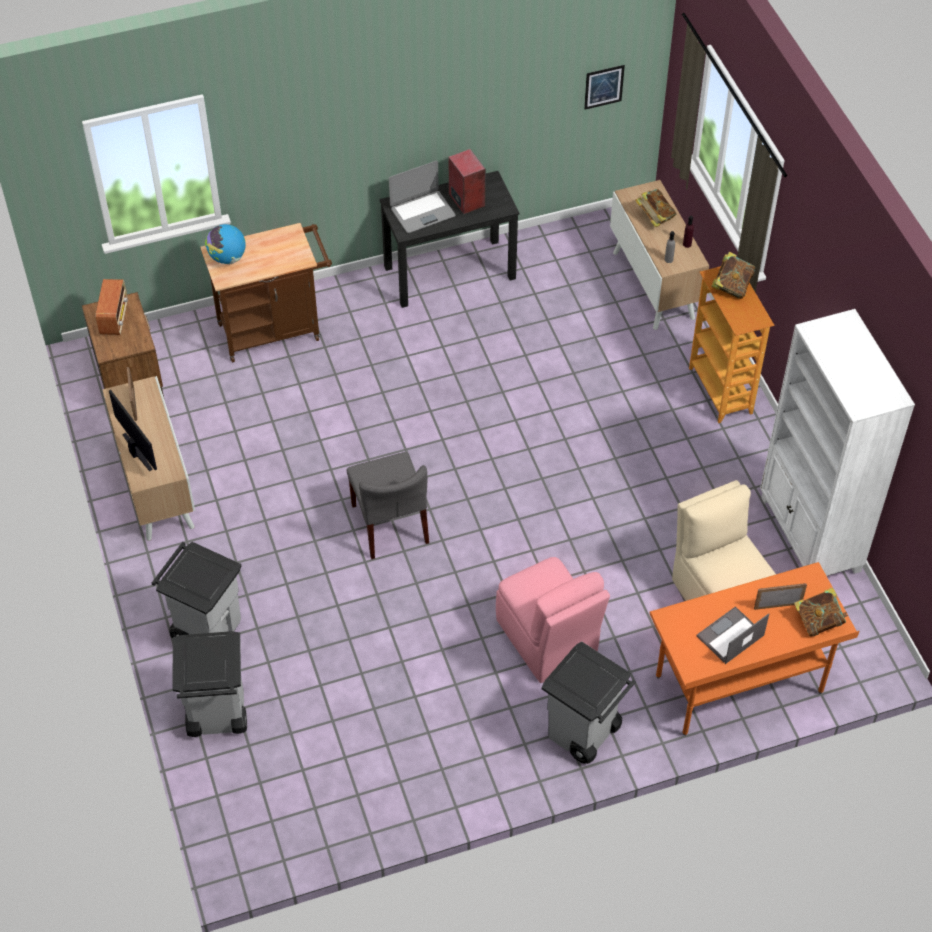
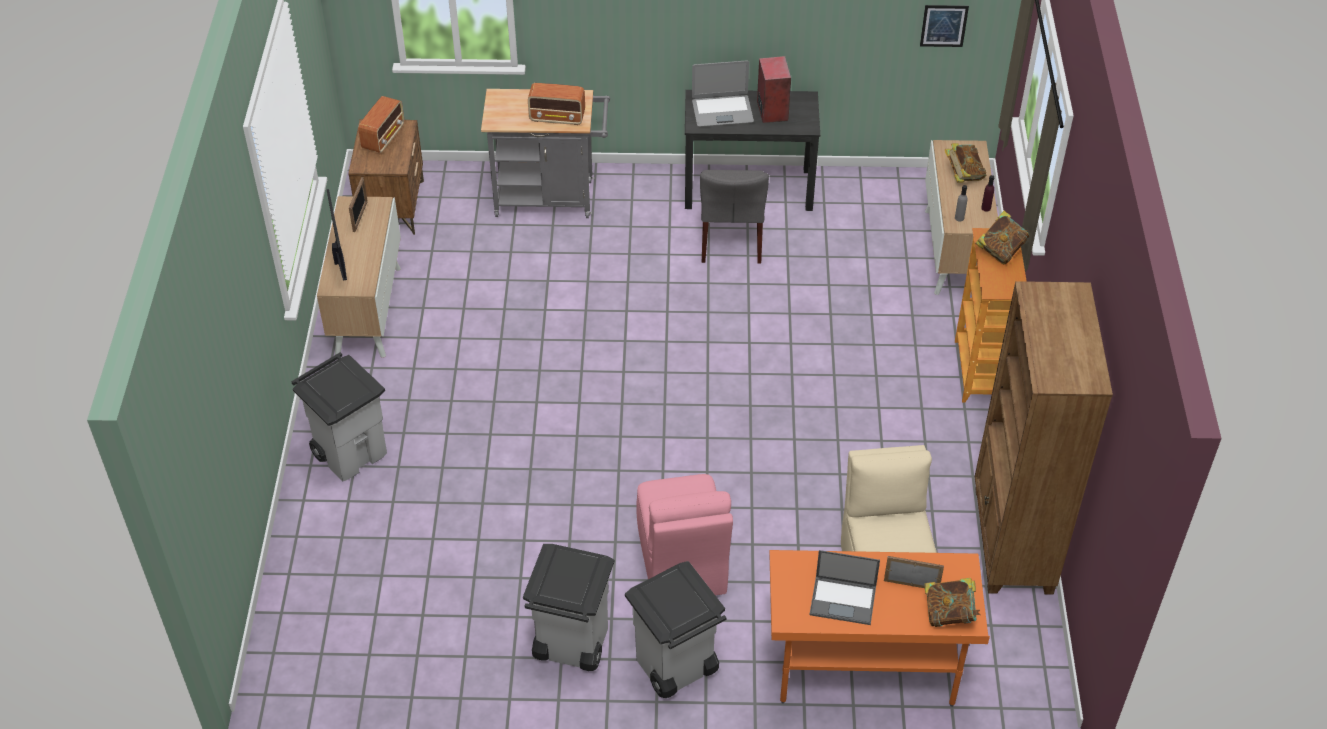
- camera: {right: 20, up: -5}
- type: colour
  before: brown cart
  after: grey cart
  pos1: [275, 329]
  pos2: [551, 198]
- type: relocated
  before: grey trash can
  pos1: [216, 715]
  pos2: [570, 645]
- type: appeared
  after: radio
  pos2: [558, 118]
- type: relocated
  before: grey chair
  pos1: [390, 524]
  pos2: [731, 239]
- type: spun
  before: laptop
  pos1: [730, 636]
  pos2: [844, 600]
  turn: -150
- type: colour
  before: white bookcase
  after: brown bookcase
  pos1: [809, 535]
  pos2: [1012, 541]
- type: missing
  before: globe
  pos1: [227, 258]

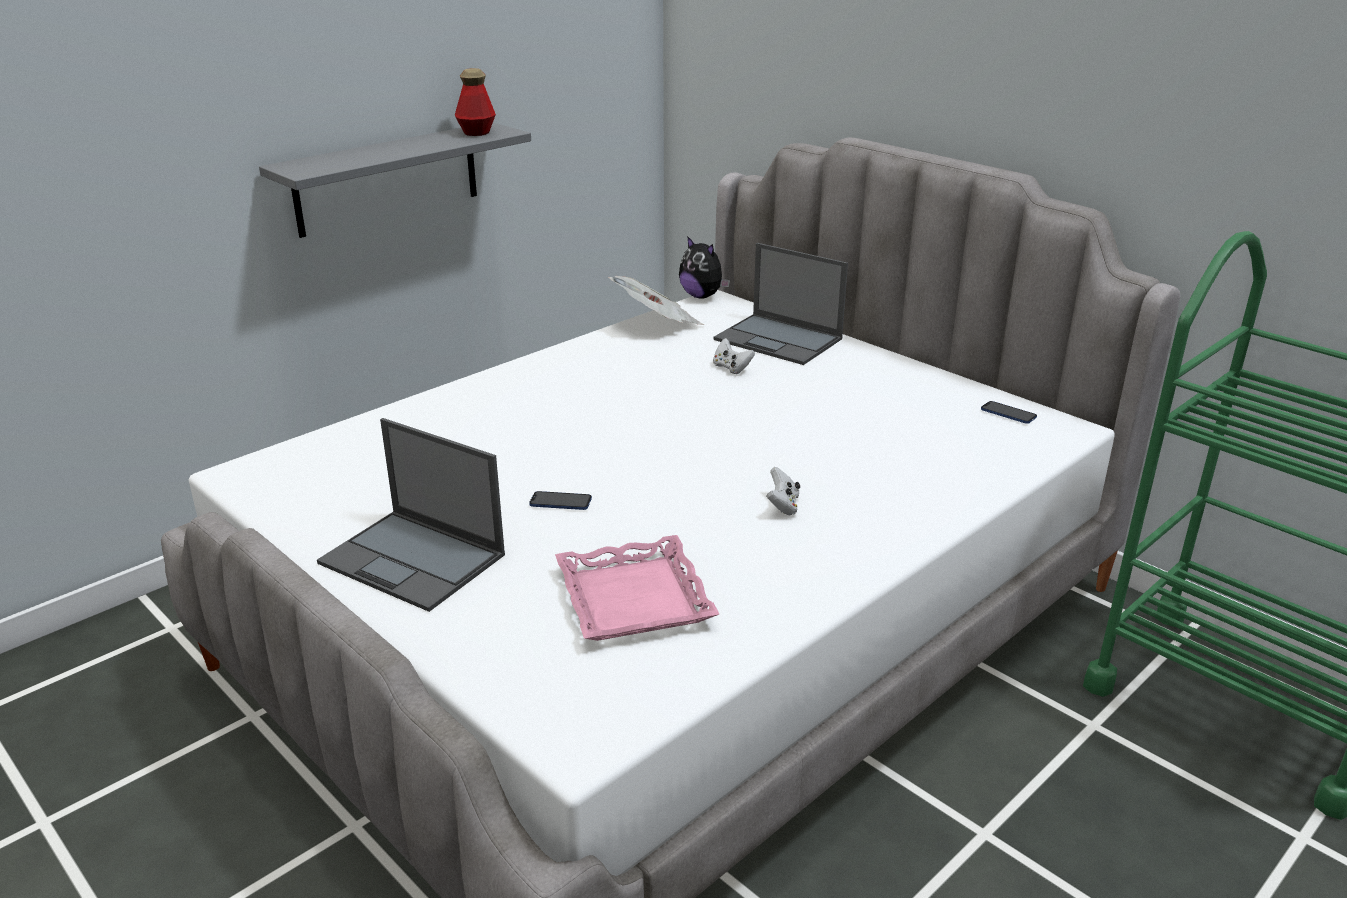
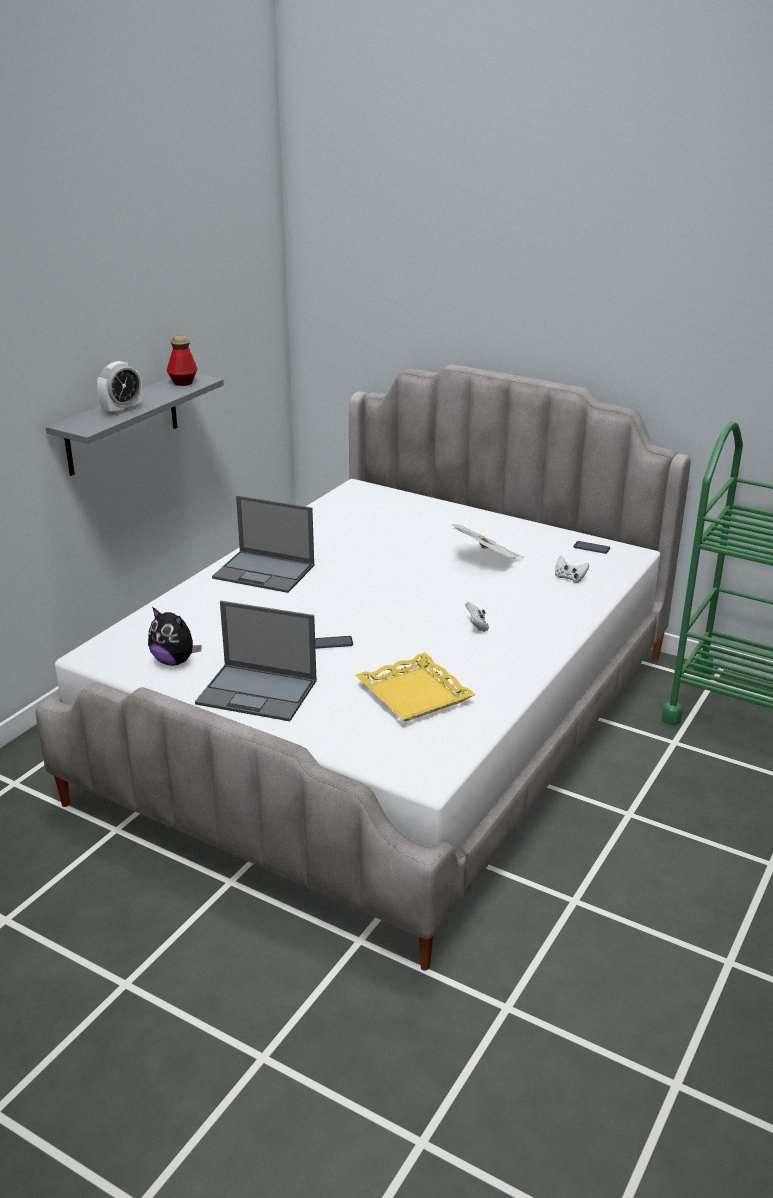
- camera: {right: -15, up: 0}
- type: appeared
  after: alarm clock
  pos2: [122, 410]
- type: relocated
  before: plush toy
  pos1: [702, 296]
  pos2: [174, 661]
- type: relocated
  before: laptop
  pos1: [779, 340]
  pos2: [265, 572]
- type: colour
  before: pink tray
  after: yellow tray
  pos1: [635, 598]
  pos2: [415, 694]
- type: relocated
  before: newspaper
  pos1: [657, 324]
  pos2: [487, 560]
- type: relocated
  before: white game controller
  pos1: [731, 368]
  pos2: [569, 578]

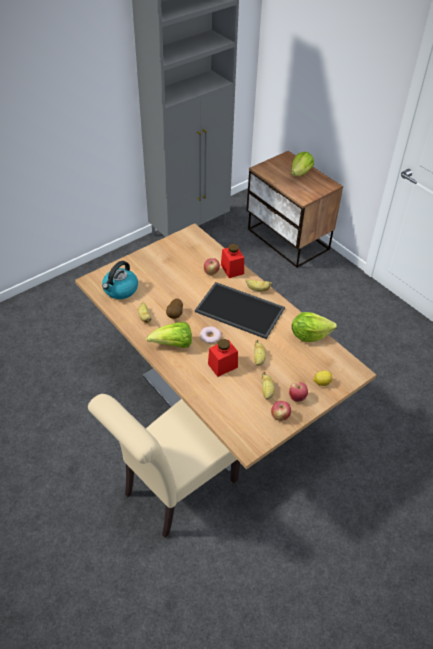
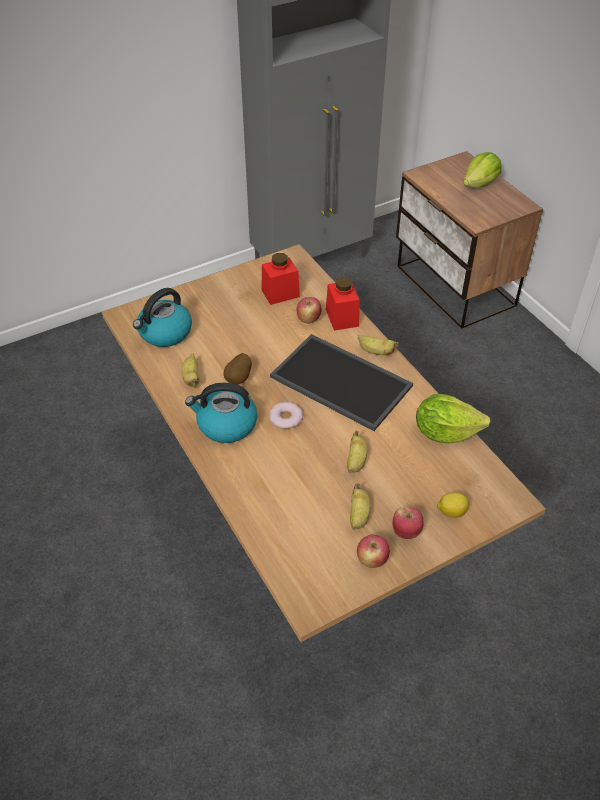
- camera: {right: 10, up: 0}
- type: exchanged
  before: lettuce
  after: kettle
  pos1: [173, 345]
  pos2: [226, 425]
- type: relocated
  before: red jar
  pos1: [222, 365]
  pos2: [280, 293]
- type: missing
  before: beige chair
  pos1: [174, 491]

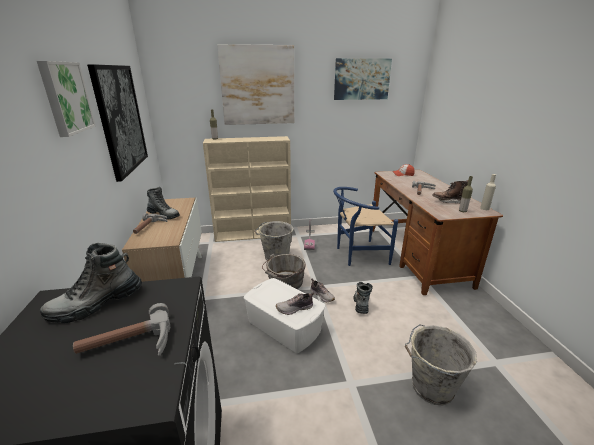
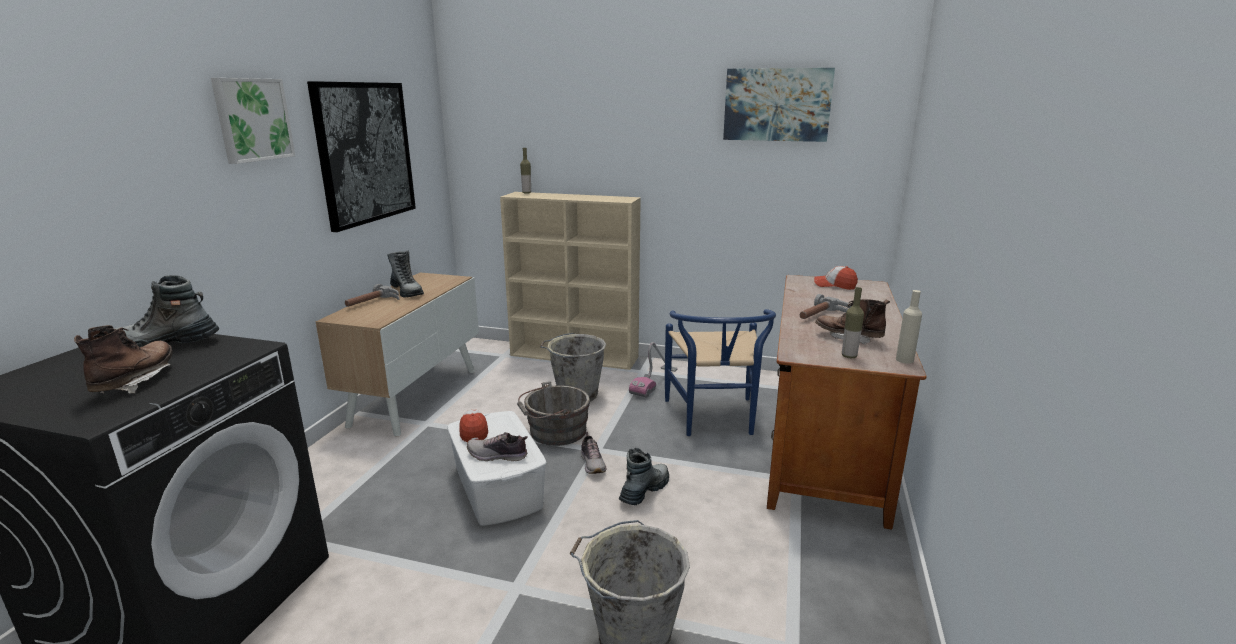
- camera: {right: 25, up: -5}
- type: exchanged
  before: hammer
  after: brown boot
  pos1: [127, 347]
  pos2: [136, 381]
- type: appeared
  after: cap
  pos2: [473, 430]
- type: spun
  before: blue chair
  pos1: [357, 254]
  pos2: [714, 420]
  turn: -105
- type: missing
  before: picture
  pos1: [258, 86]

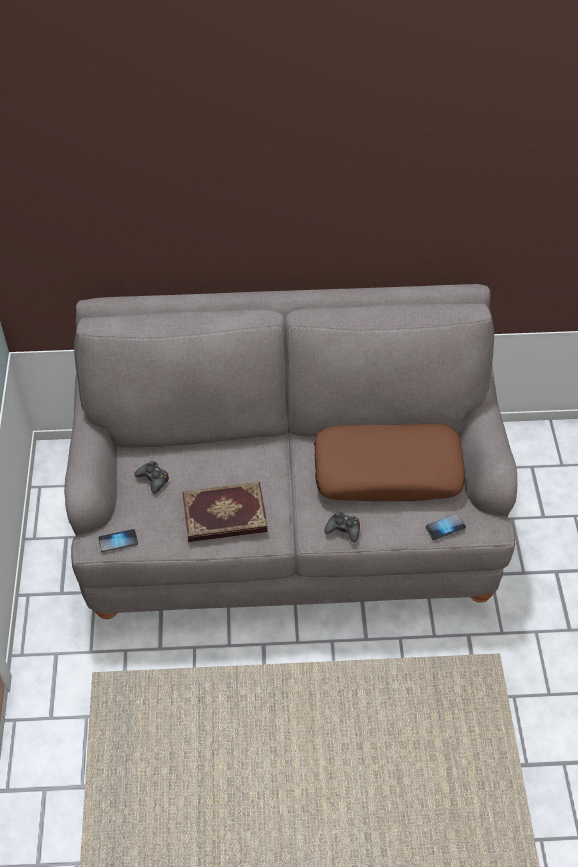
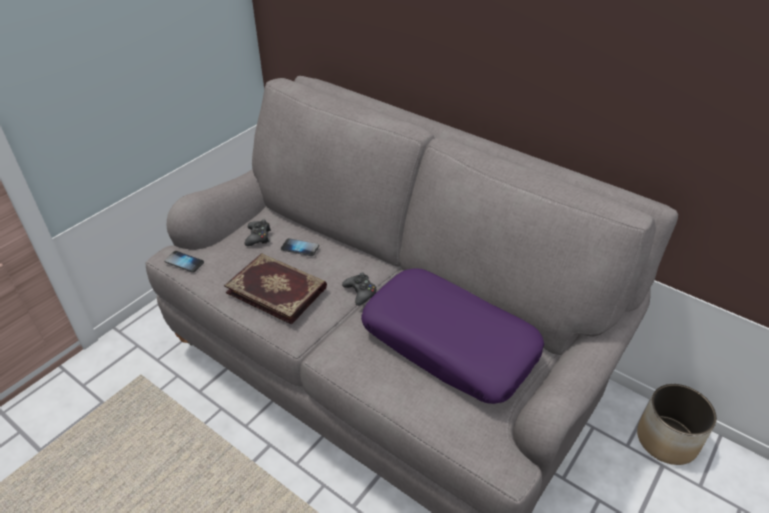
- camera: {right: 40, up: -10}
- type: relocated
  before: phone
  pos1: [445, 527]
  pos2: [300, 248]
- type: relocated
  before: black game controller
  pos1: [343, 529]
  pos2: [360, 292]
- type: colour
  before: brown pillow
  after: purple pillow
  pos1: [387, 471]
  pos2: [450, 344]
- type: appeared
  after: planter
  pos2: [667, 440]

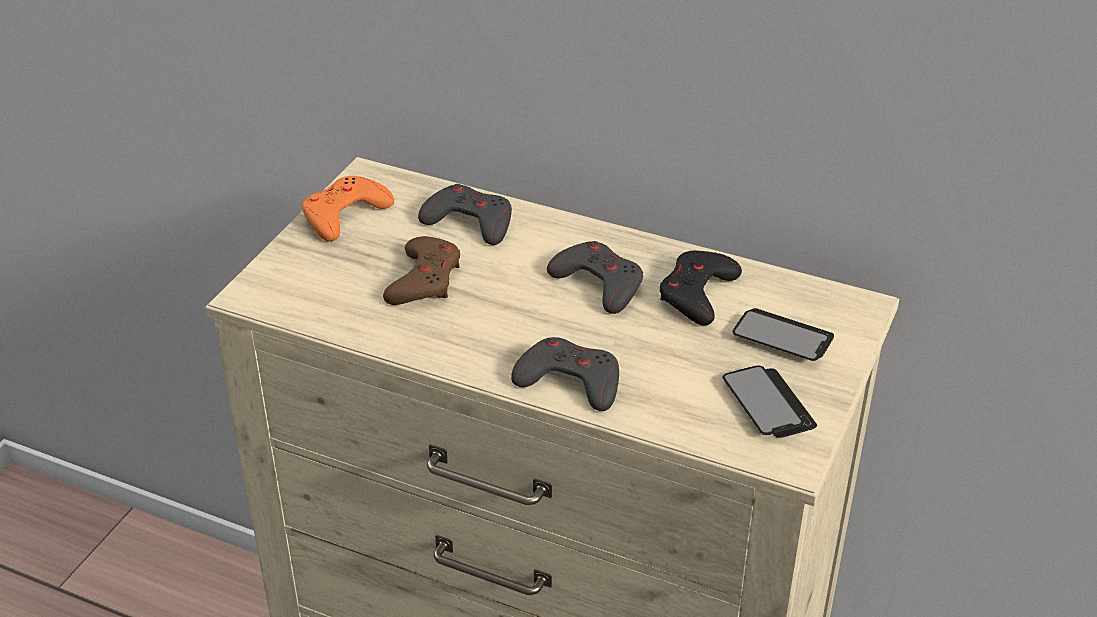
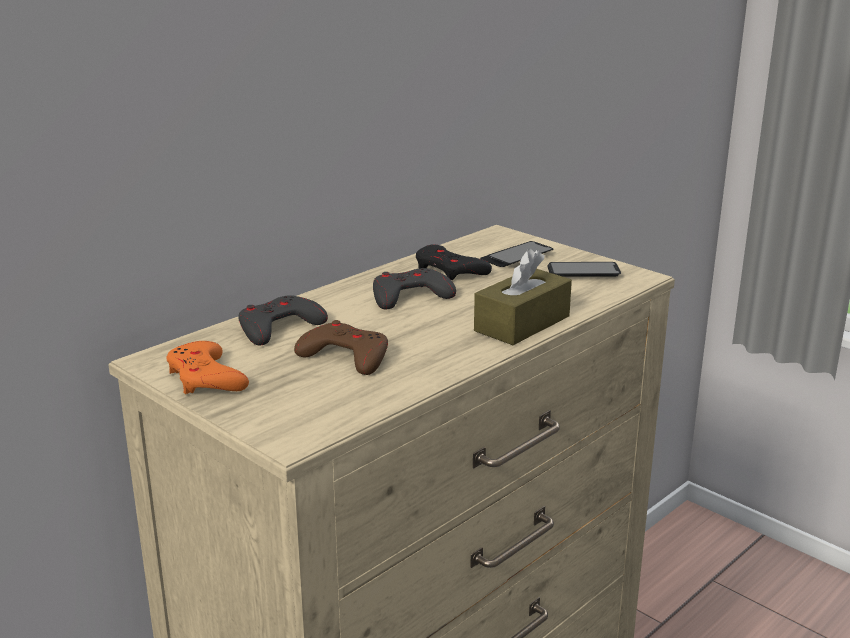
- camera: {right: -70, up: -15}
- type: exchanged
  before: grey game controller
  after: brown tissue box
  pos1: [569, 381]
  pos2: [522, 323]

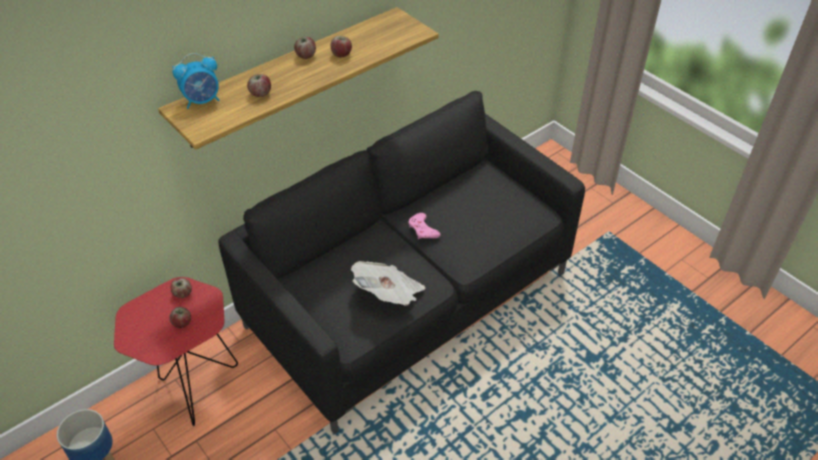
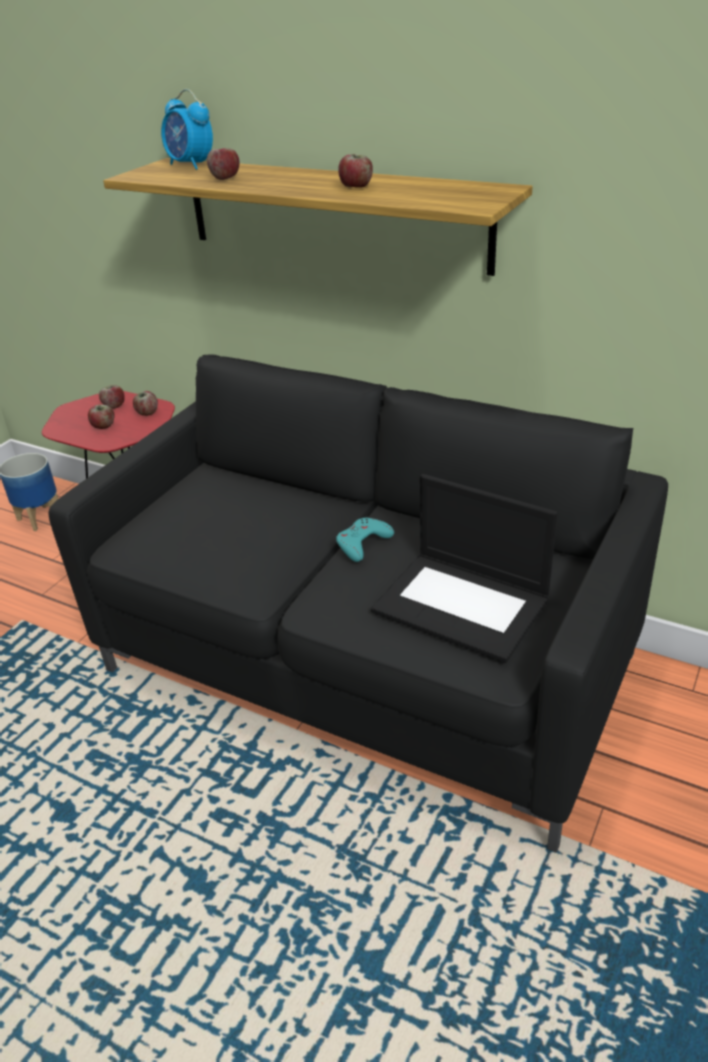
- camera: {right: 70, up: -10}
- type: relocated
  before: apple
  pos1: [305, 56]
  pos2: [114, 406]
- type: colour
  before: pink game controller
  after: turquoise game controller
  pos1: [423, 229]
  pos2: [362, 543]
- type: appeared
  after: laptop
  pos2: [463, 604]
- type: missing
  before: newspaper
  pos1: [389, 294]

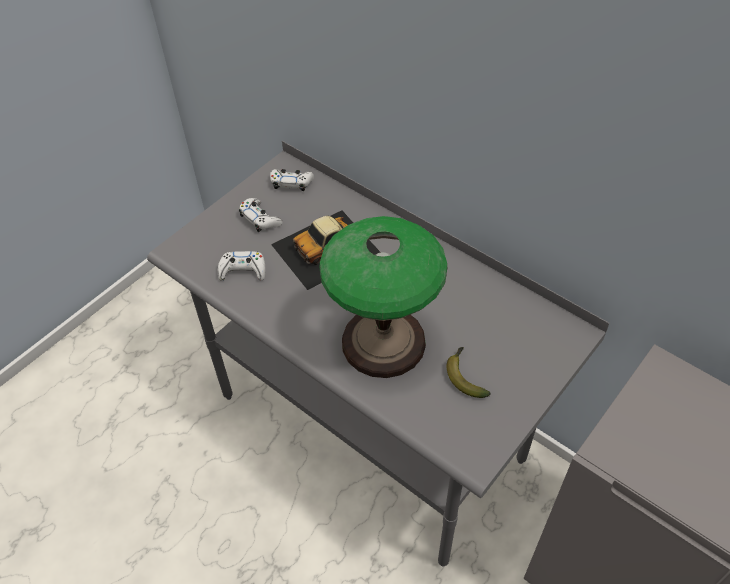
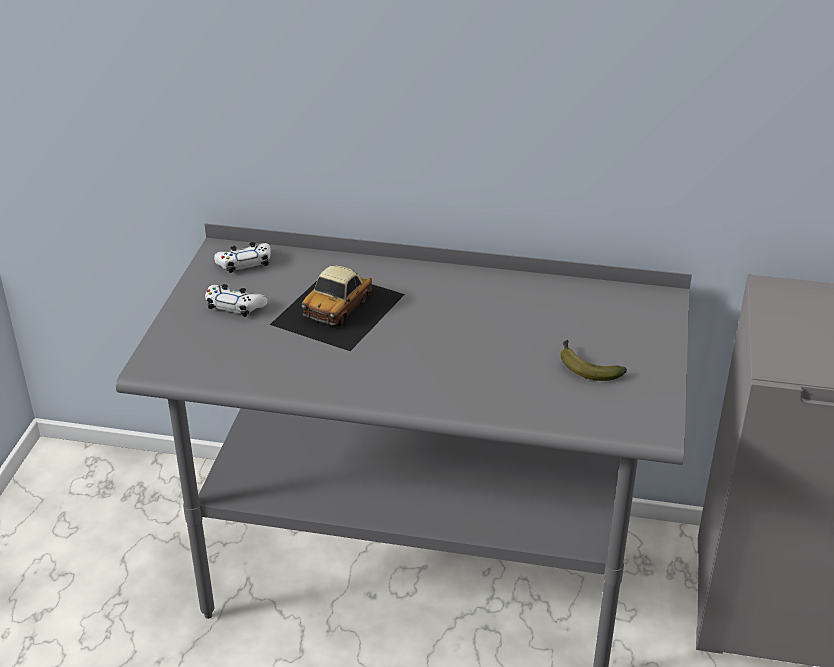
- camera: {right: -30, up: -15}
- type: missing
  before: white game controller
  pos1: [243, 270]
- type: missing
  before: table lamp
  pos1: [384, 342]

